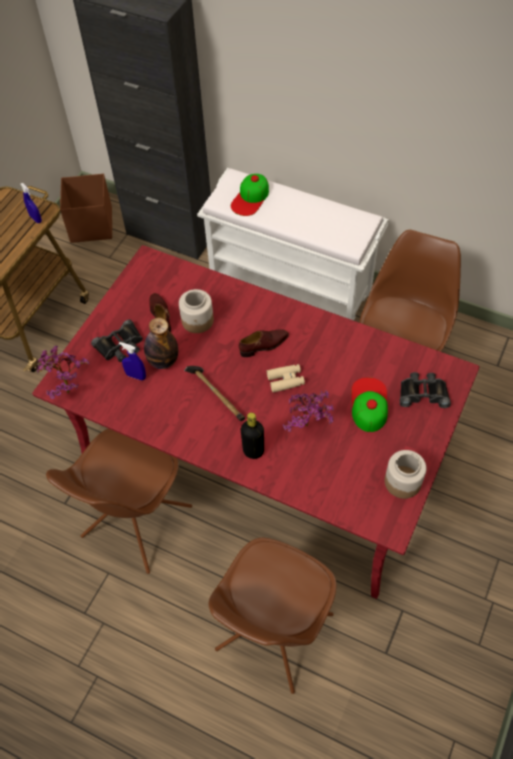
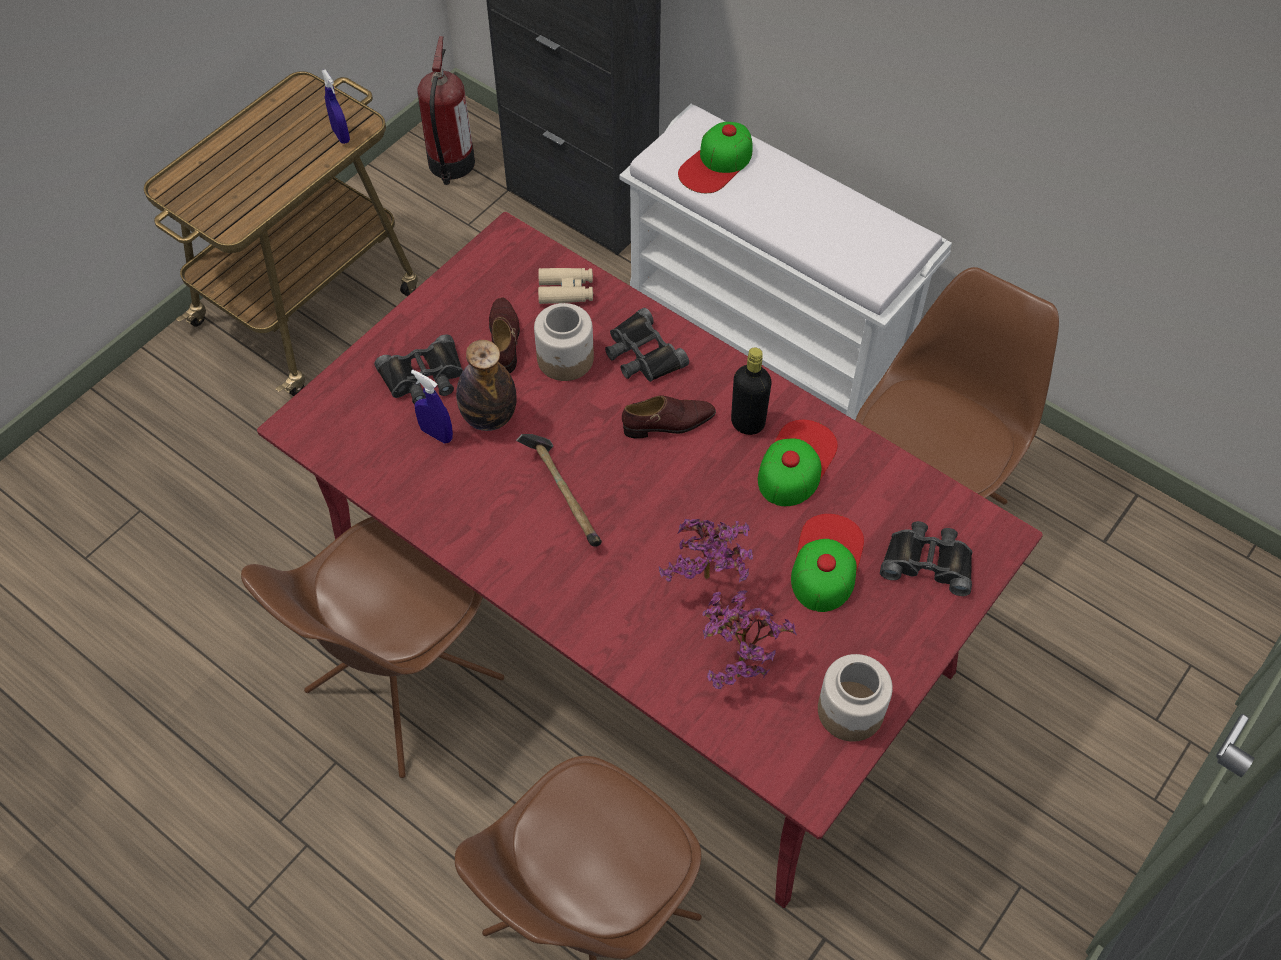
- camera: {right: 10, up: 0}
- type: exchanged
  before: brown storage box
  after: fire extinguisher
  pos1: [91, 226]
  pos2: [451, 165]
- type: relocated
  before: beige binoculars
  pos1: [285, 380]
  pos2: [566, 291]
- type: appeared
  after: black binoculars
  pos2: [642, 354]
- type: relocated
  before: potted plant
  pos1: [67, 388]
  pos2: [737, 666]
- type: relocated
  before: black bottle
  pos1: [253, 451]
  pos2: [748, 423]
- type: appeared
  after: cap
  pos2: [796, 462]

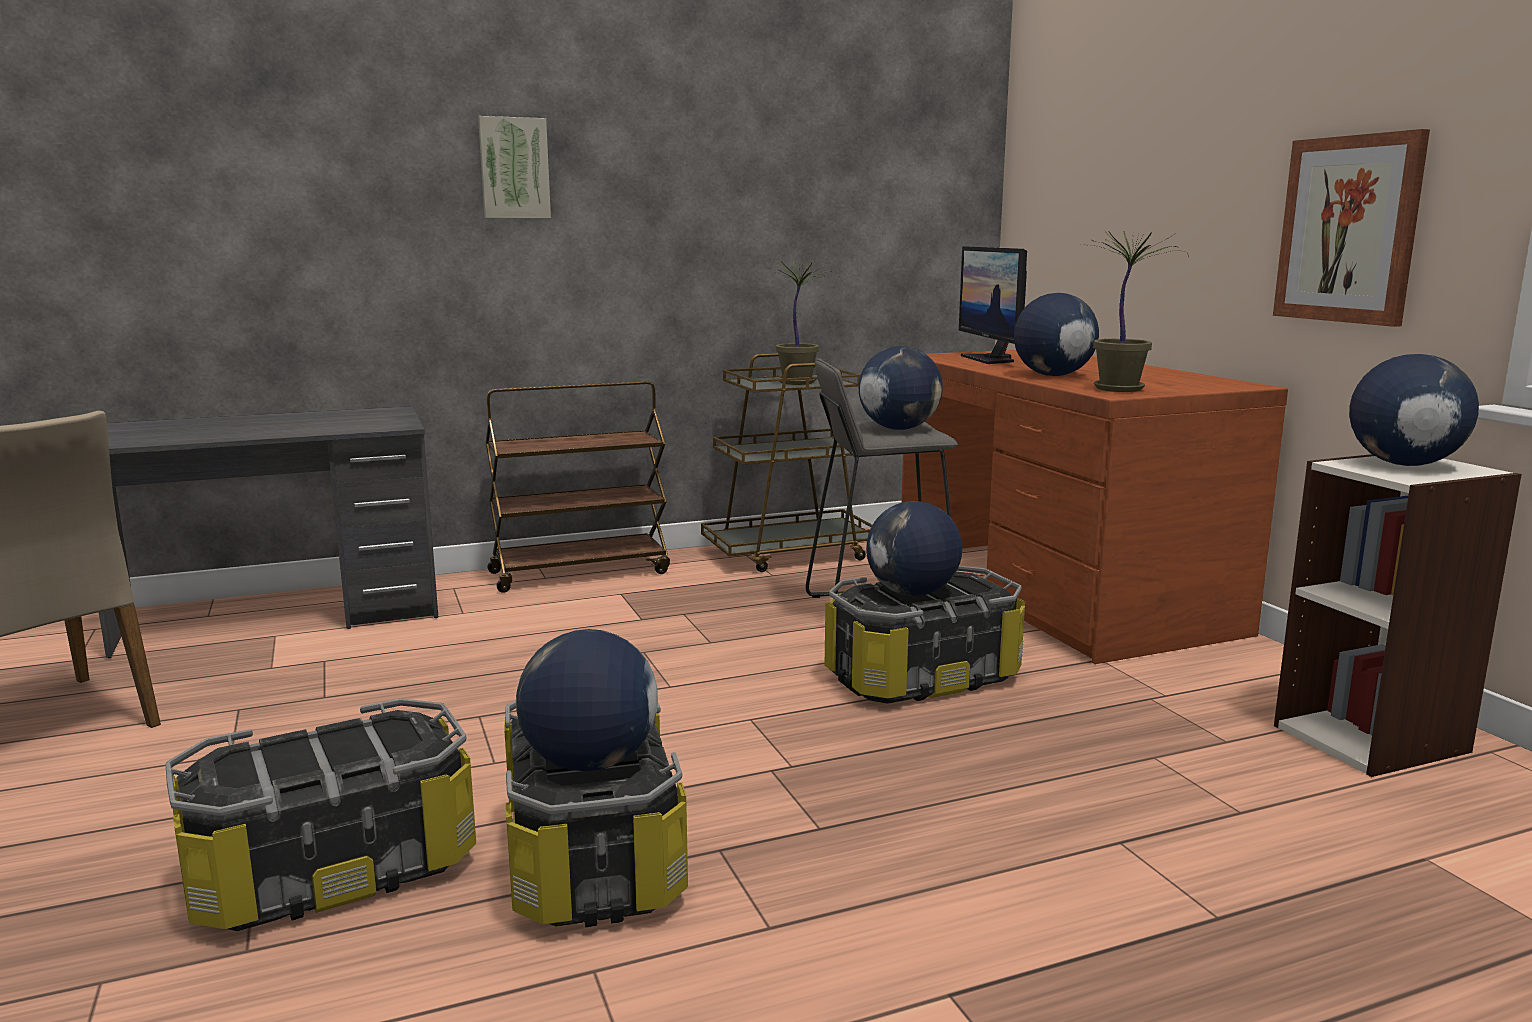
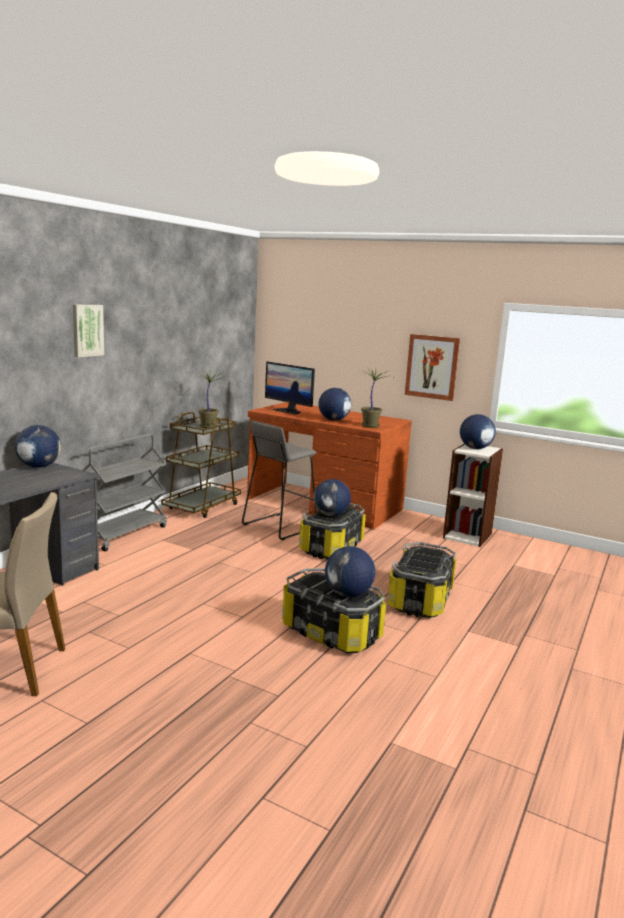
- camera: {right: -40, up: 0}
- type: relocated
  before: globe
  pos1: [898, 429]
  pos2: [39, 466]
- type: colour
  before: brown cart
  after: grey cart
  pos1: [580, 572]
  pos2: [124, 534]
- type: relocated
  before: storage box
  pos1: [333, 870]
  pos2: [420, 600]

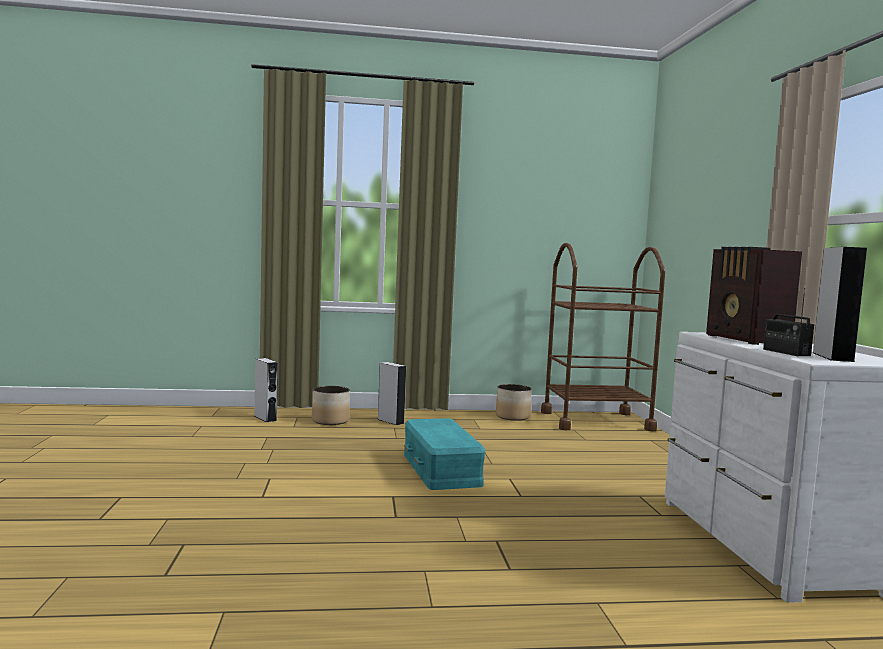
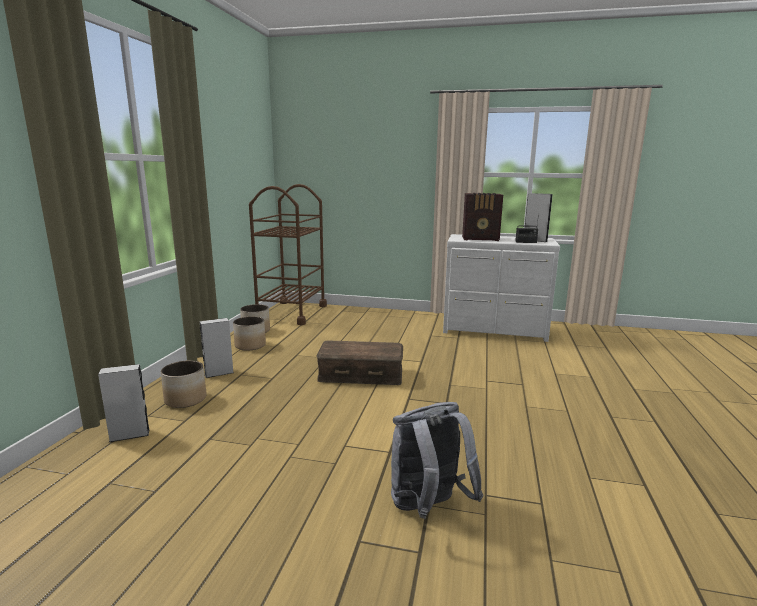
- camera: {right: -70, up: 10}
- type: appeared
  after: planter
  pos2: [250, 345]
- type: colour
  before: turquoise storage box
  after: brown storage box
  pos1: [442, 469]
  pos2: [361, 374]
- type: appeared
  after: grey backpack
  pos2: [428, 507]

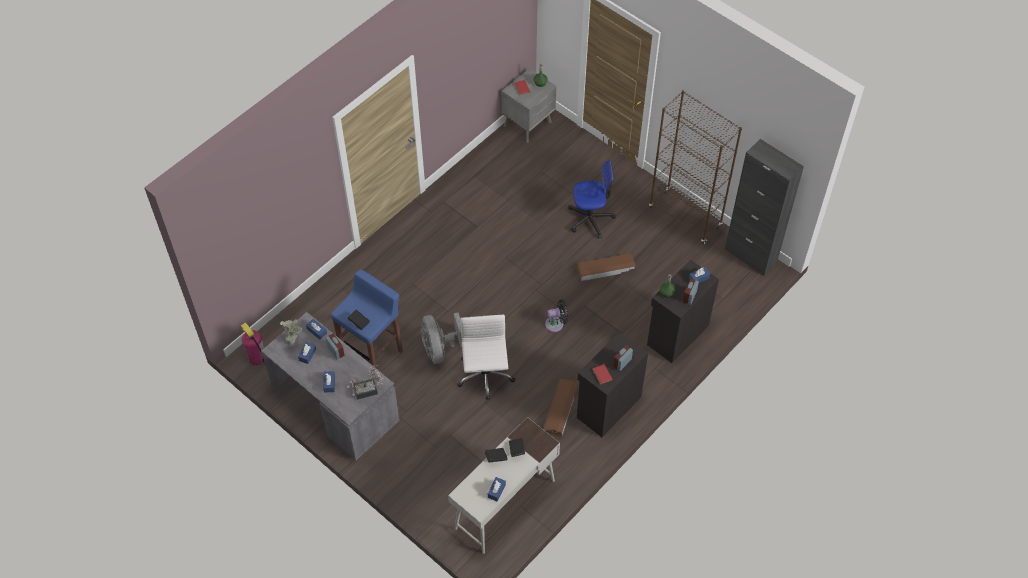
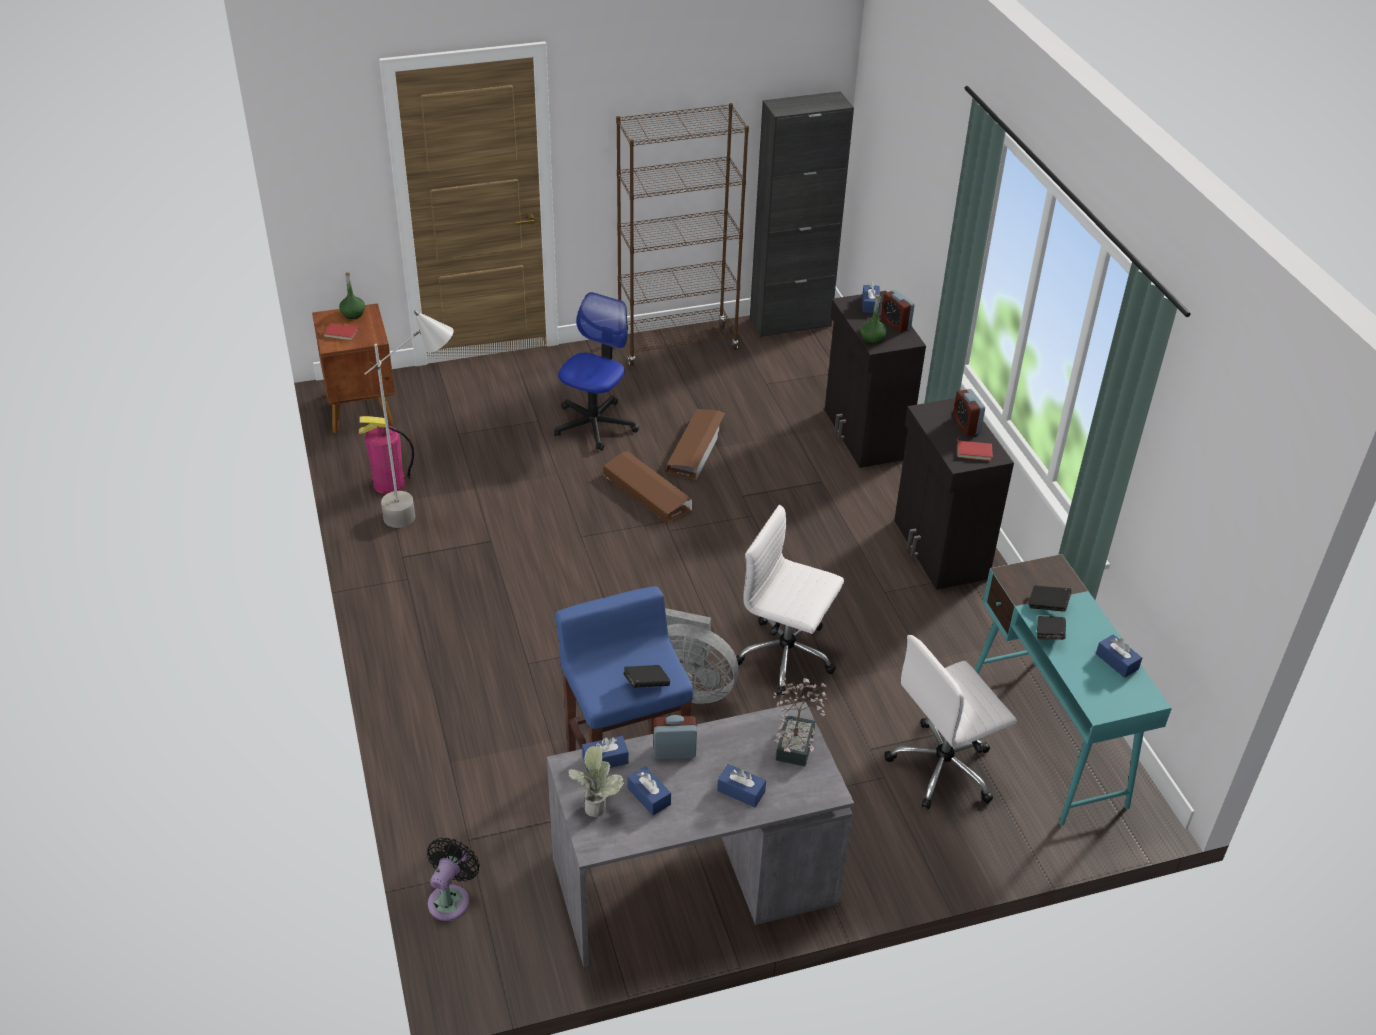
- camera: {right: -60, up: -15}
- type: colour
  before: grey nightstand
  after: brown nightstand
  pos1: [528, 124]
  pos2: [360, 408]
- type: relocated
  before: fire extinguisher
  pos1: [257, 357]
  pos2: [389, 484]
- type: appeared
  after: grey floor lamp
  pos2: [426, 516]
- type: relocated
  before: black fan
  pos1: [556, 324]
  pos2: [451, 899]
- type: relocated
  before: brown storage box
  pos1: [561, 409]
  pos2: [647, 492]
- type: appeared
  after: white office chair
  pos2: [943, 767]
- type: colour
  before: white desk
  after: turquoise desk
  pos1: [504, 505]
  pos2: [1048, 740]

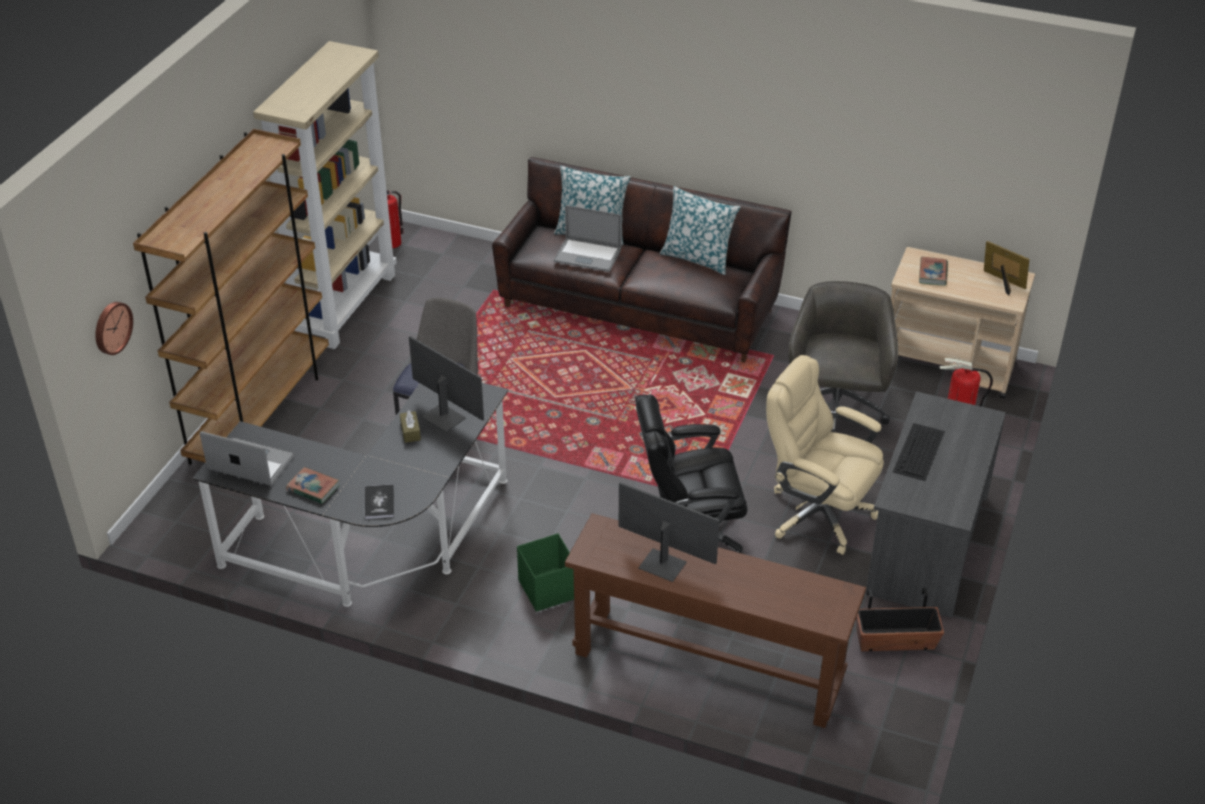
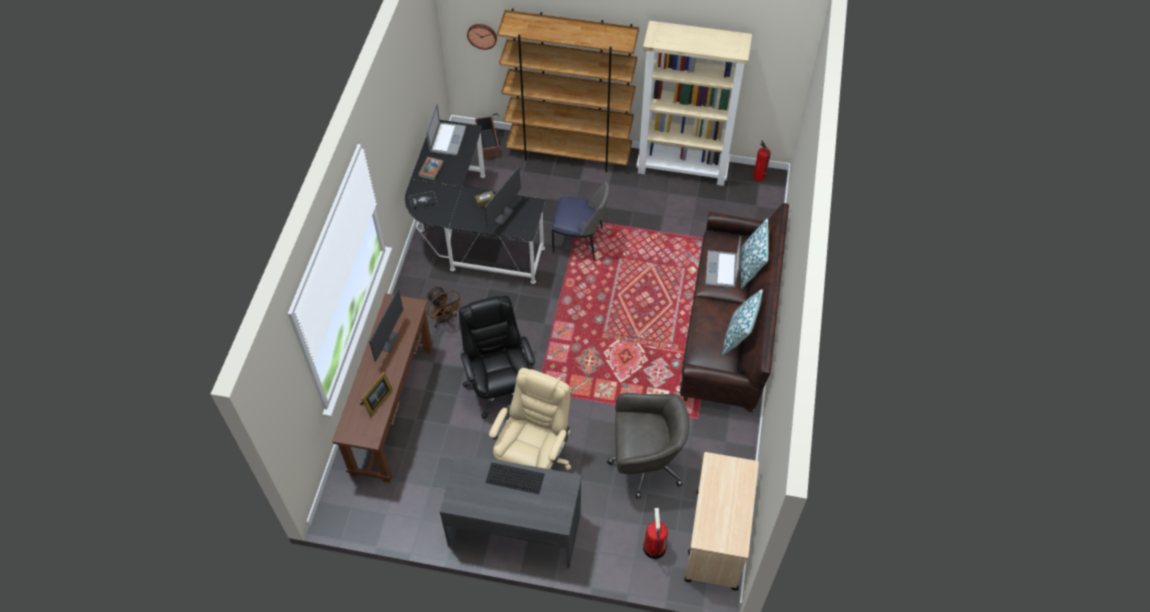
- camera: {right: 80, up: 15}
- type: relocated
  before: picture frame
  pos1: [1003, 283]
  pos2: [377, 401]
- type: exchanged
  before: green storage box
  after: brown fan
  pos1: [547, 589]
  pos2: [444, 319]
- type: relocated
  before: planter
  pos1: [895, 641]
  pos2: [488, 144]
- type: missing
  before: book
  pos1: [932, 273]

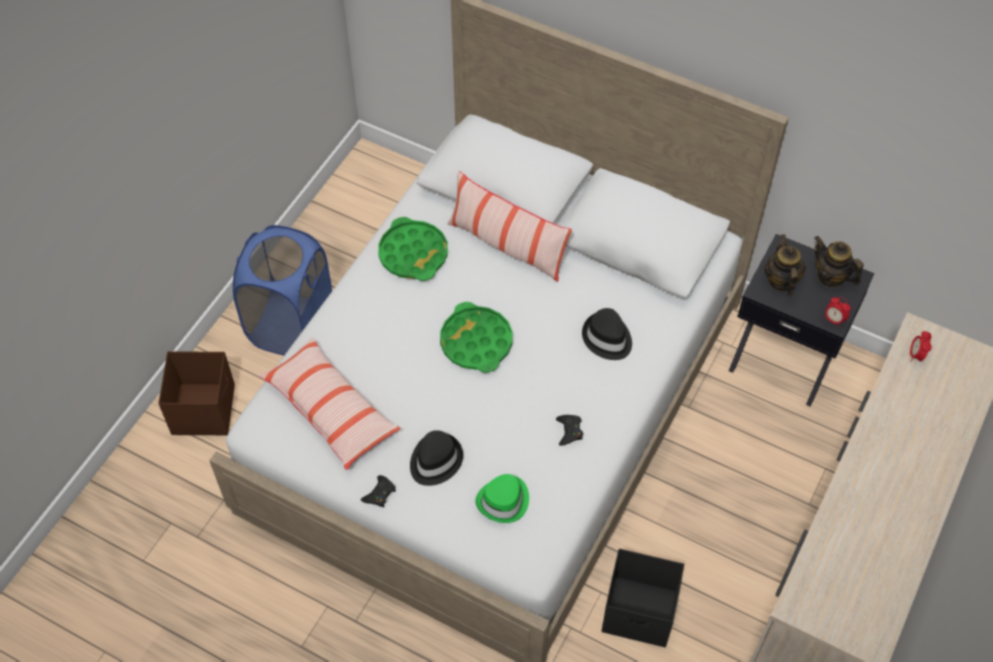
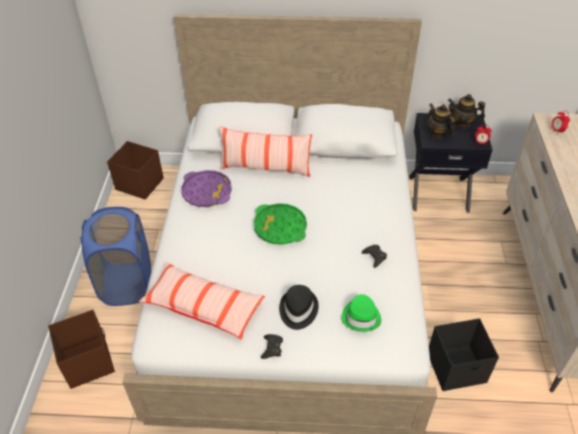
- camera: {right: -25, up: -10}
- type: appeared
  after: brown storage box
  pos2: [139, 184]
- type: colour
  before: green tray
  after: purple tray
  pos1: [413, 254]
  pos2: [207, 192]
- type: missing
  before: black hat
  pos1: [607, 338]

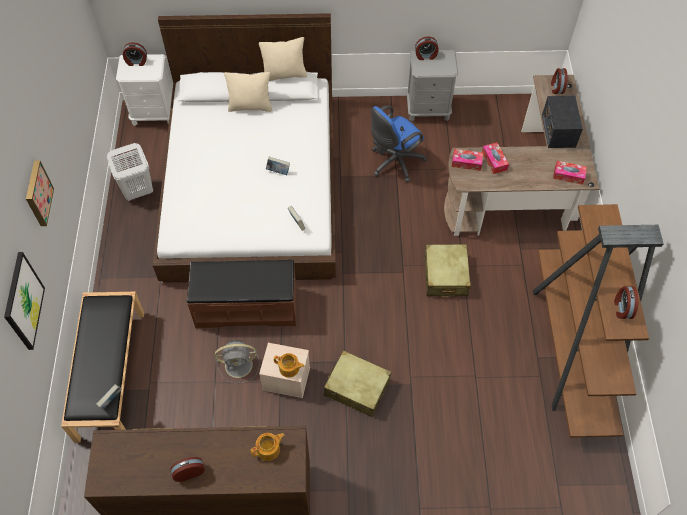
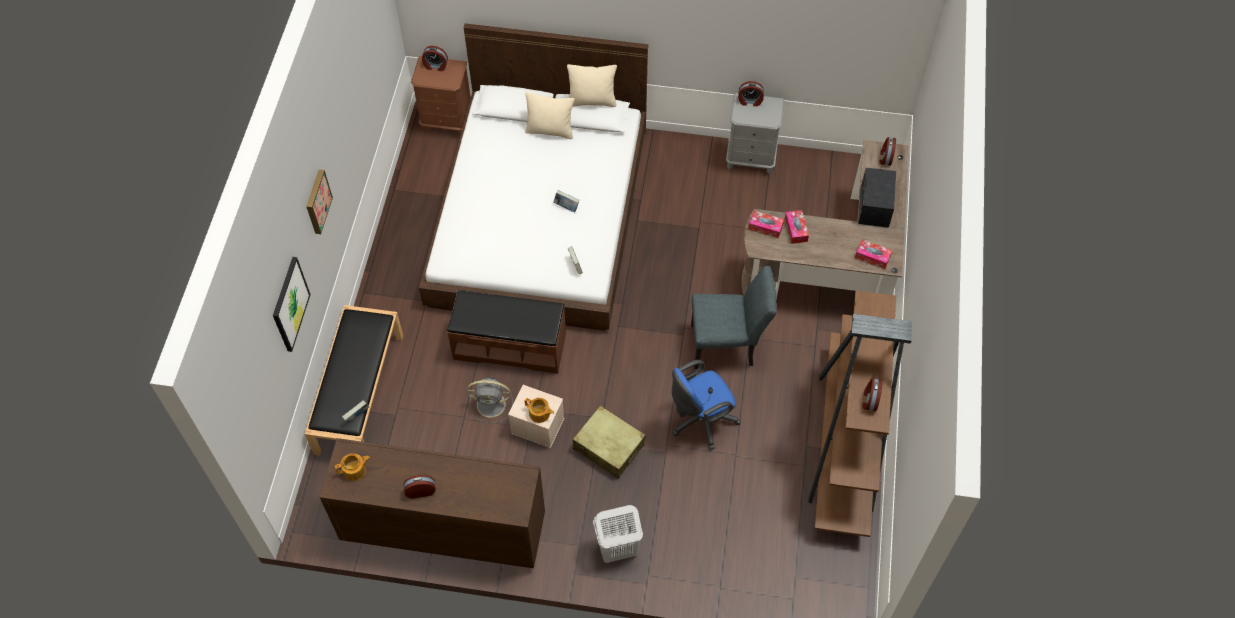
- camera: {right: 10, up: 0}
- type: relocated
  before: teapot
  pos1: [269, 449]
  pos2: [355, 470]
- type: colour
  before: white nightstand
  after: brown nightstand
  pos1: [154, 114]
  pos2: [447, 121]
- type: relocated
  before: white laundry basket
  pos1: [137, 191]
  pos2: [617, 549]
- type: relocated
  before: blue office chair
  pos1: [394, 163]
  pos2: [700, 421]
- type: exchanged
  before: beige suitcase
  after: grey chair
  pos1: [445, 275]
  pos2: [728, 345]

